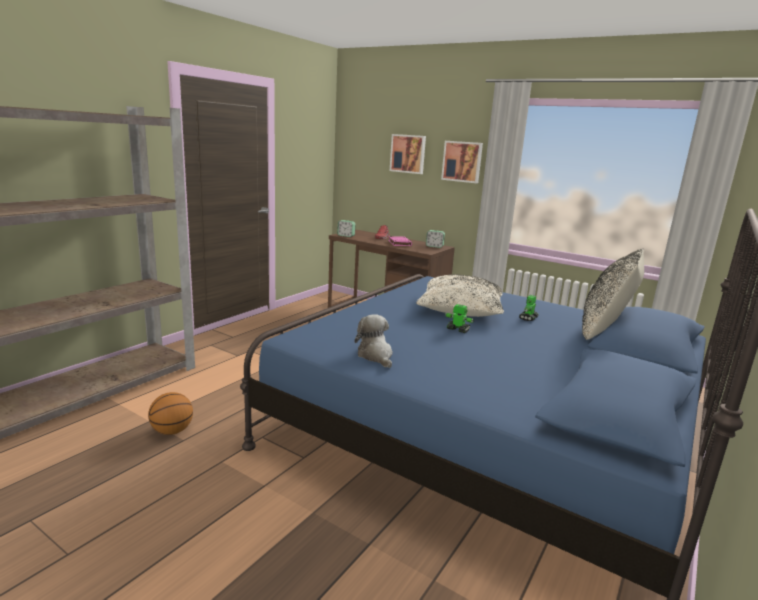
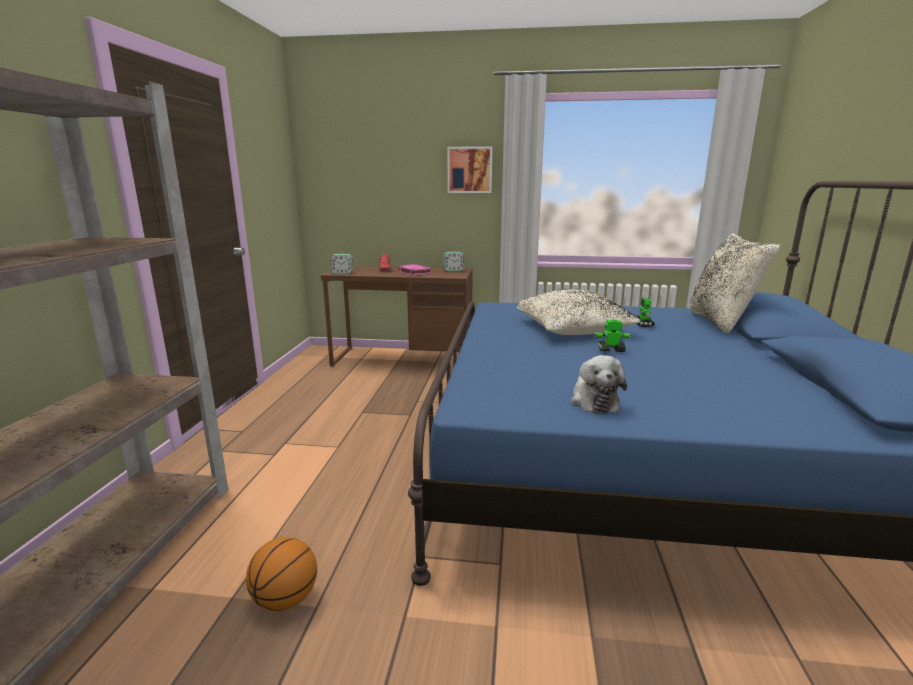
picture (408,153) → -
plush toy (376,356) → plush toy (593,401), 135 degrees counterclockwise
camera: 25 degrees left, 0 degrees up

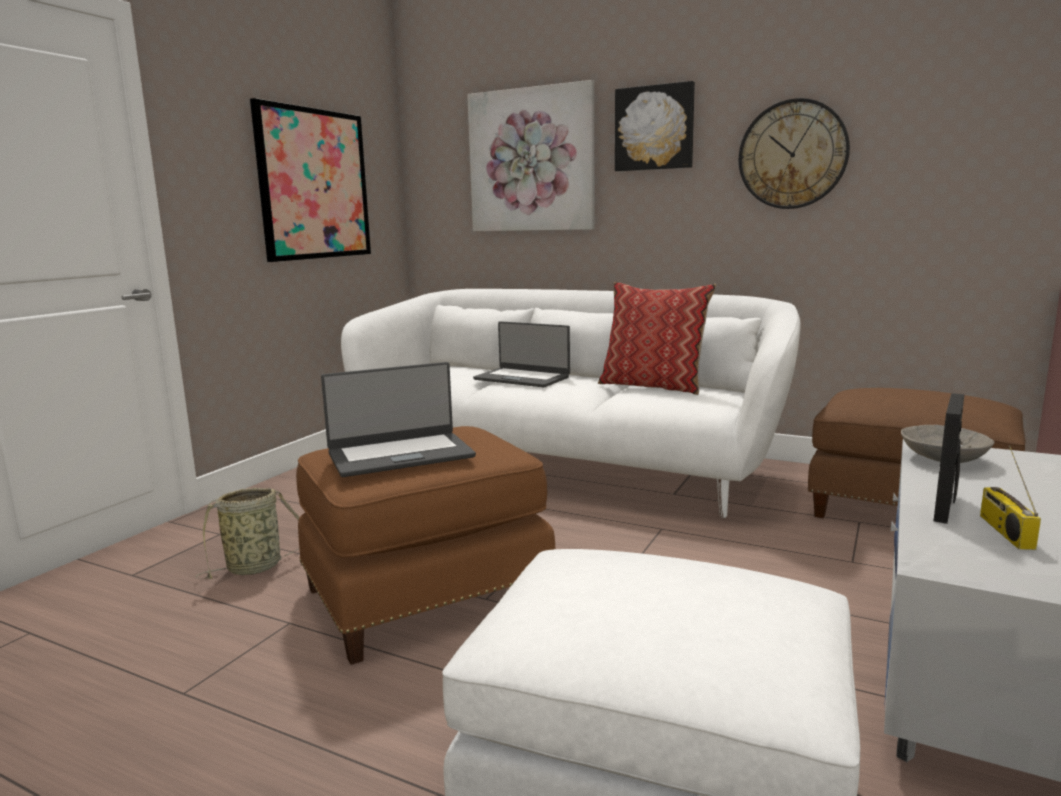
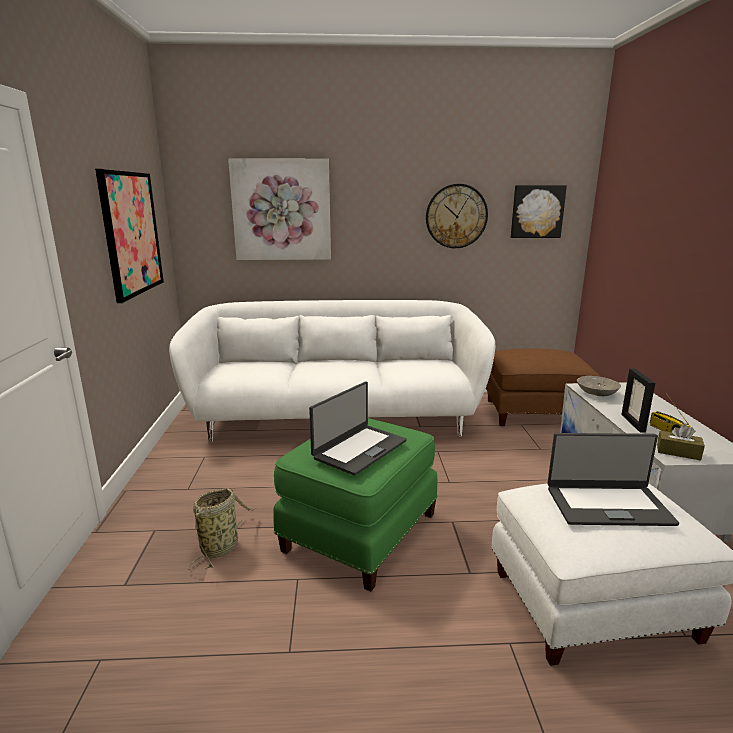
picture (654,128) → picture (537,211), moved
pillow (653,386) → -
laptop (522,378) → laptop (607,505), moved
brown ottoman (426,593) → green ottoman (358,531)
- → brown tissue box (678,452)
camera: 30 degrees left, 5 degrees up

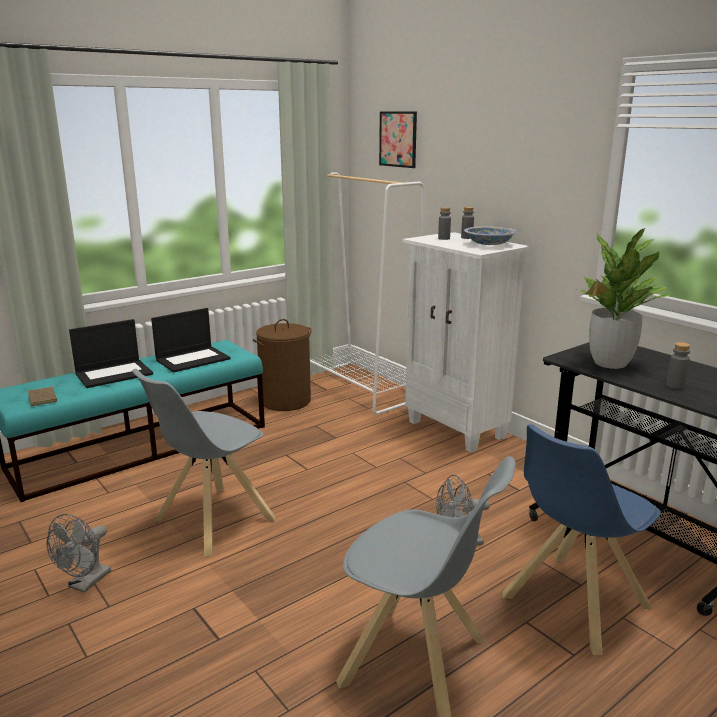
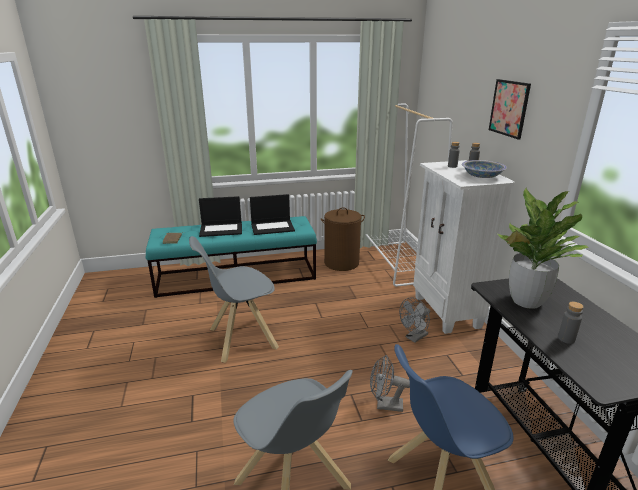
picture (398,139) → picture (509,108), moved
grey fan (85,583) → grey fan (414,338), moved
camera: 25 degrees right, 5 degrees up

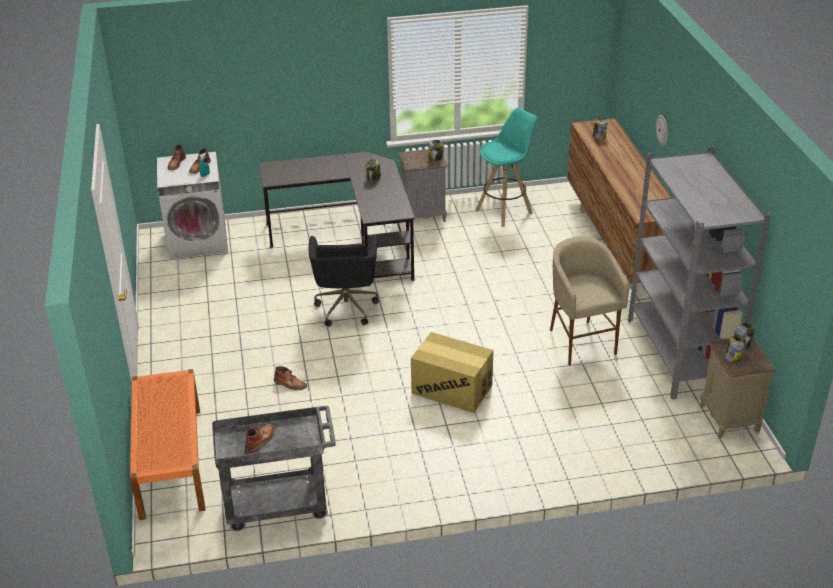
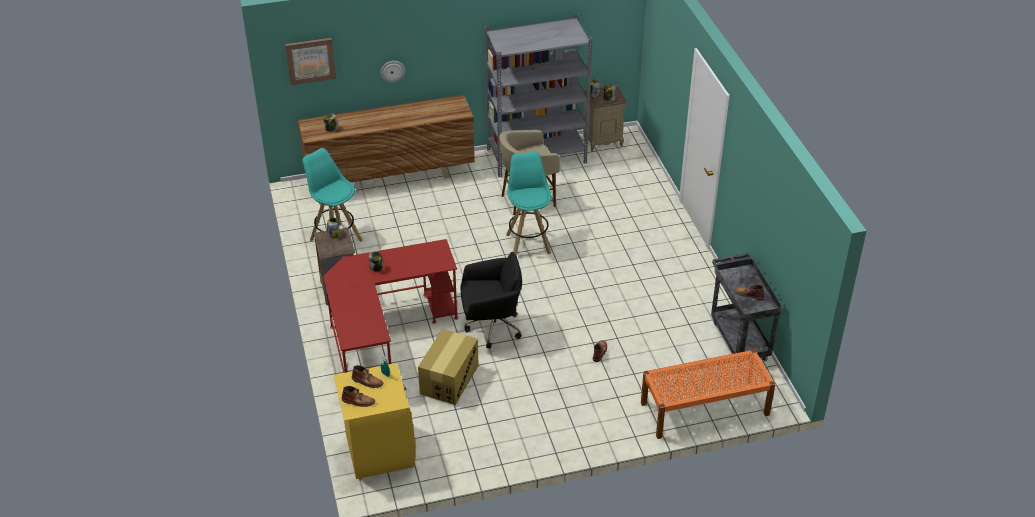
white washing machine (198,240) → yellow washing machine (378,449)
black desk (350,241) → red desk (383,335)
cardboard box (452,389) → cardboard box (449,379), moved
- → picture (310,60)
- → turquoise stool (528,243)
camera: 95 degrees left, 5 degrees up

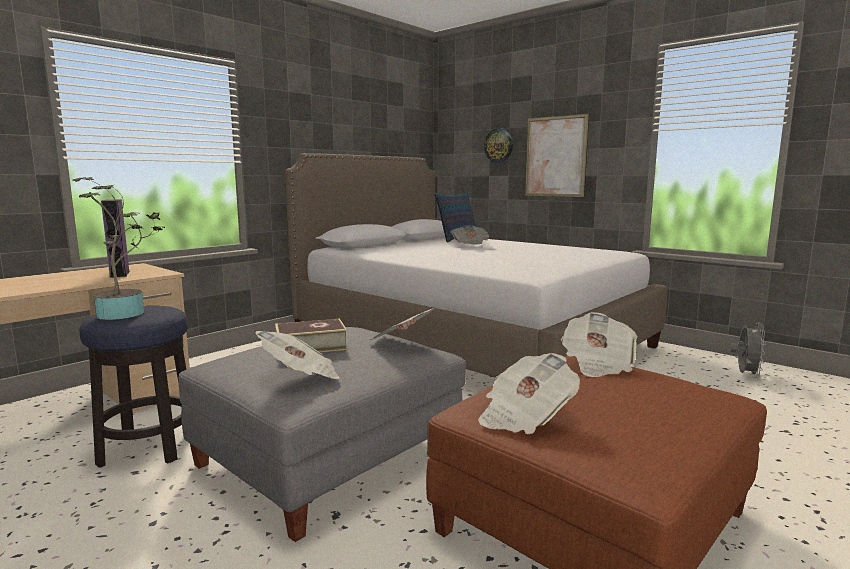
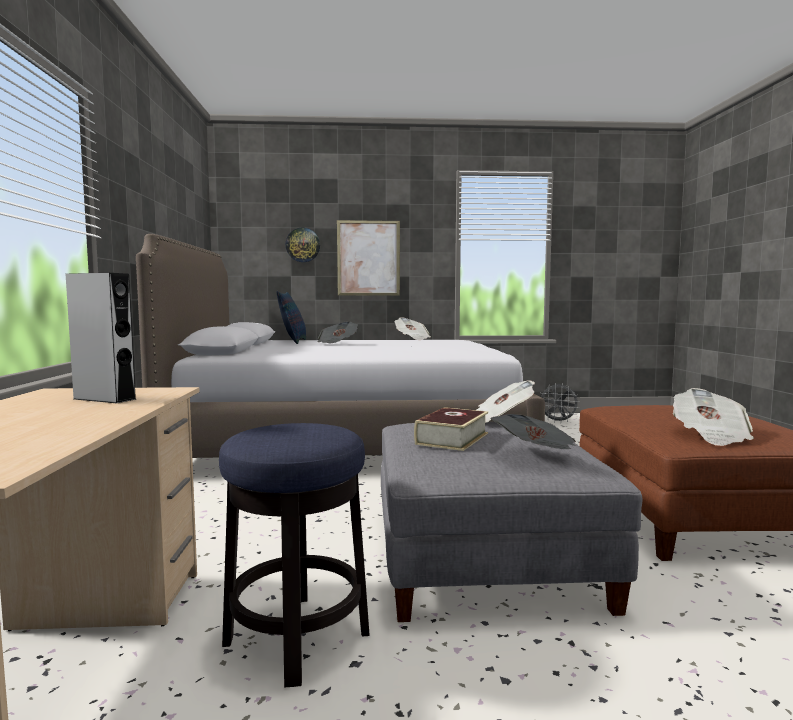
potted plant (126,313) → -
purple speaker (119,274) → grey speaker (104,399)
newspaper (597,364) → newspaper (412,339), moved
grey fan (745,375) → grey fan (558,422), 135 degrees clockwise
camera: 45 degrees left, 5 degrees down

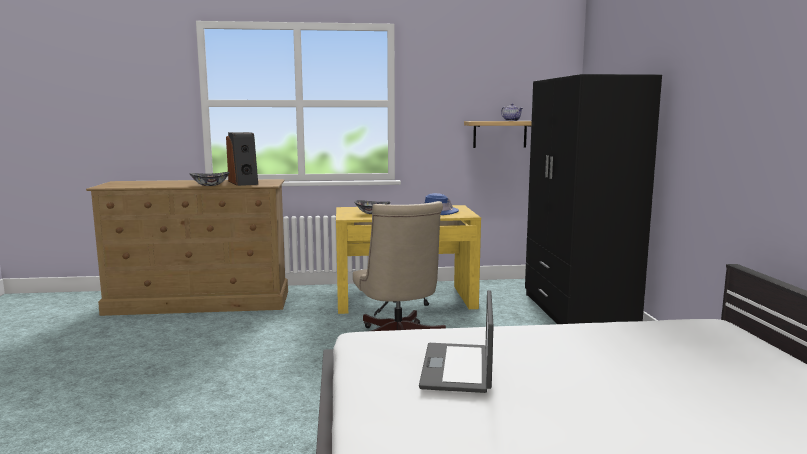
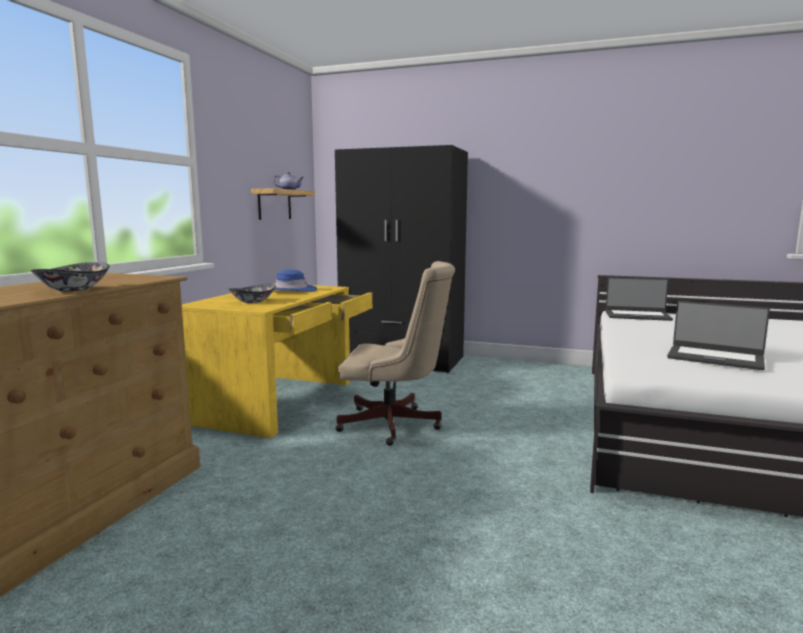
speaker (244,183) → -
- → laptop (637,315)
camera: 65 degrees left, 0 degrees up

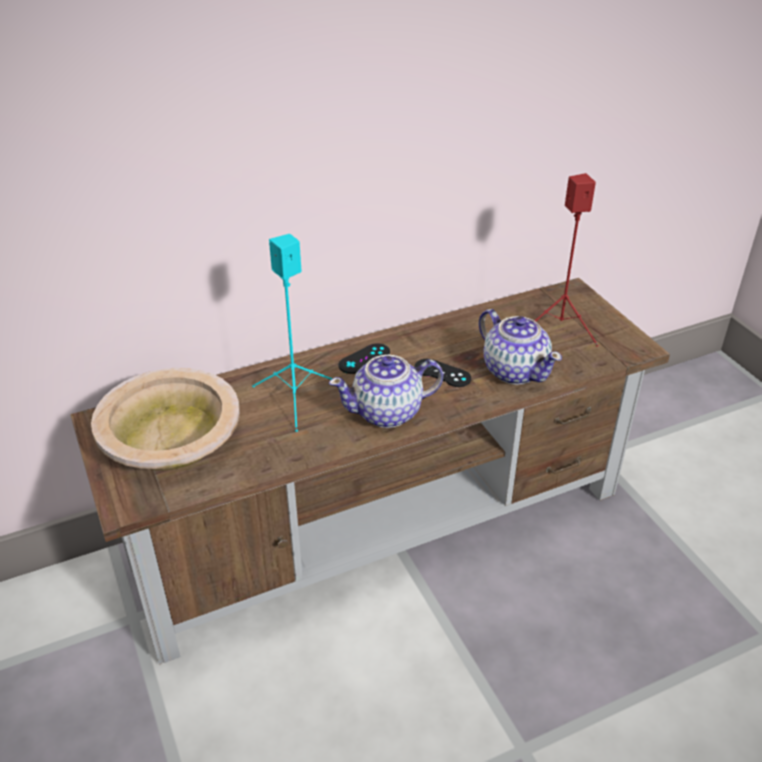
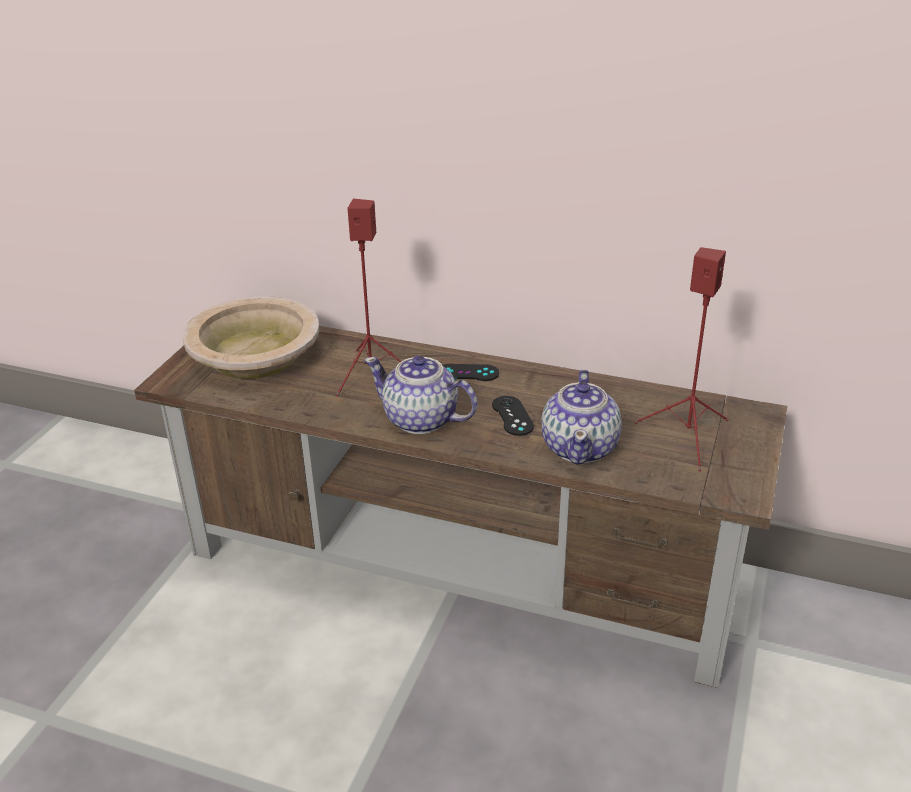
turquoise speaker (295,399) → red speaker (371,374)
camera: 45 degrees right, 5 degrees down

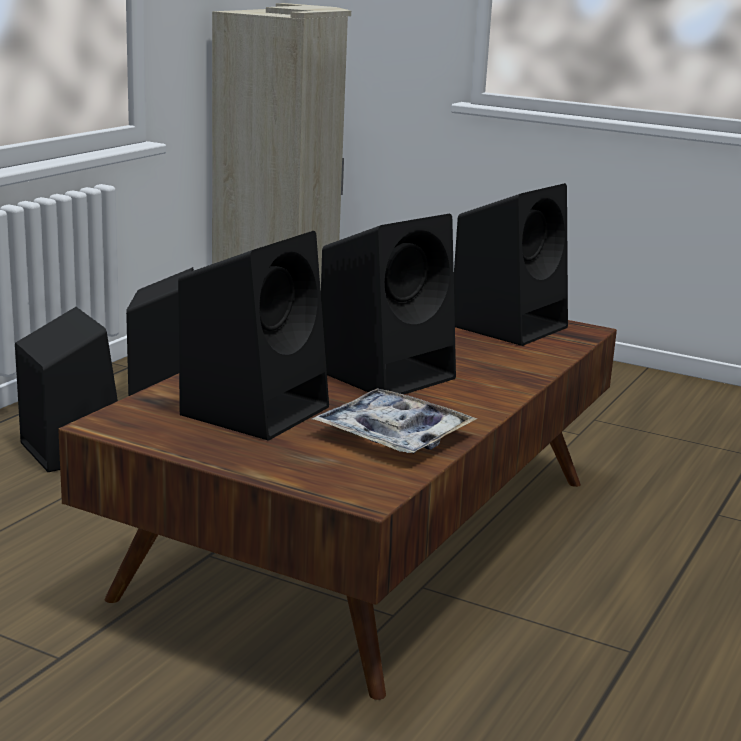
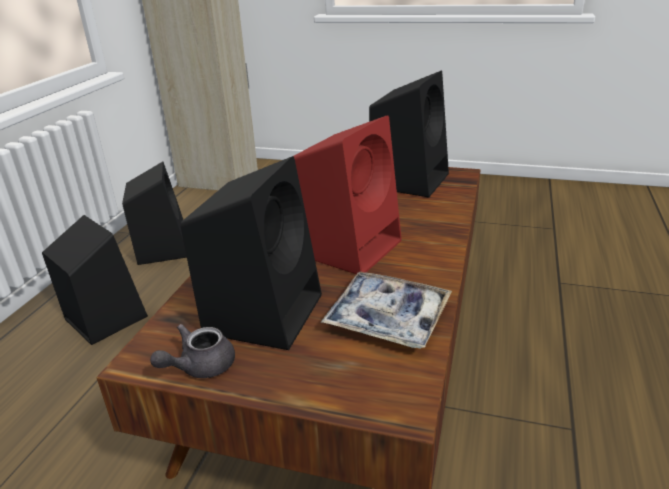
black speaker (388,374) → red speaker (350,246)
- → grey teapot (199,367)
camera: 10 degrees left, 10 degrees up

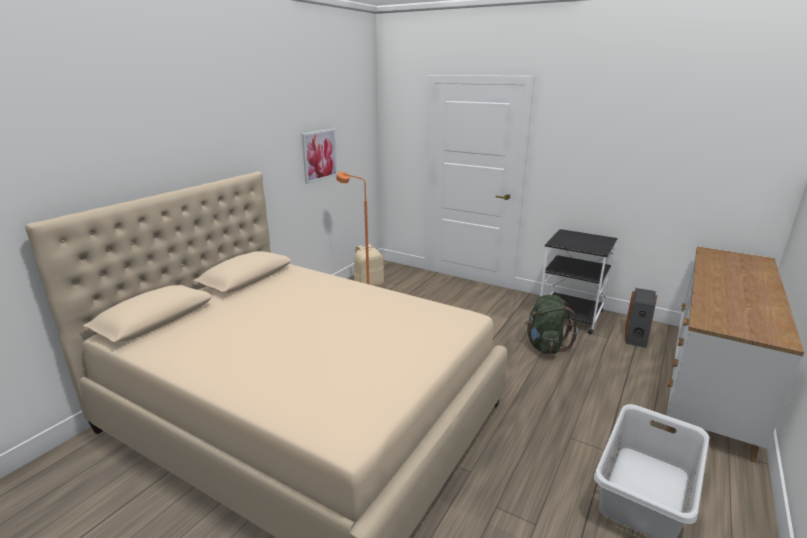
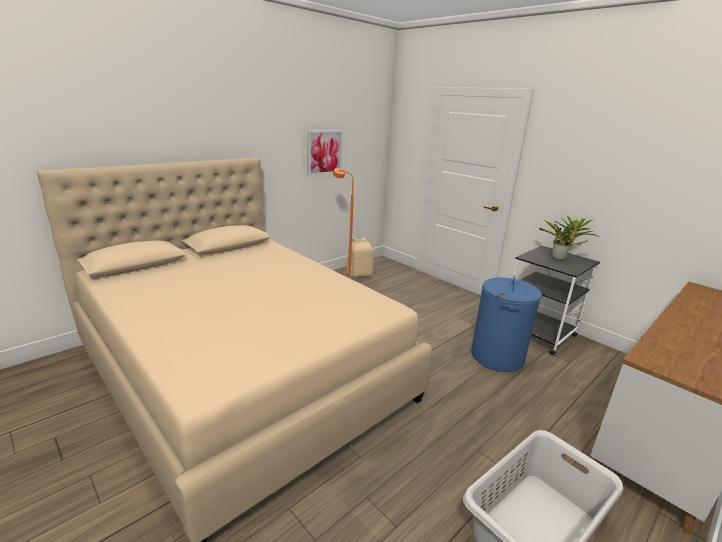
speaker (636,337) → -
green backpack (545,346) → blue laundry basket (497,357)
- → potted plant (560,259)
camera: 15 degrees right, 0 degrees up

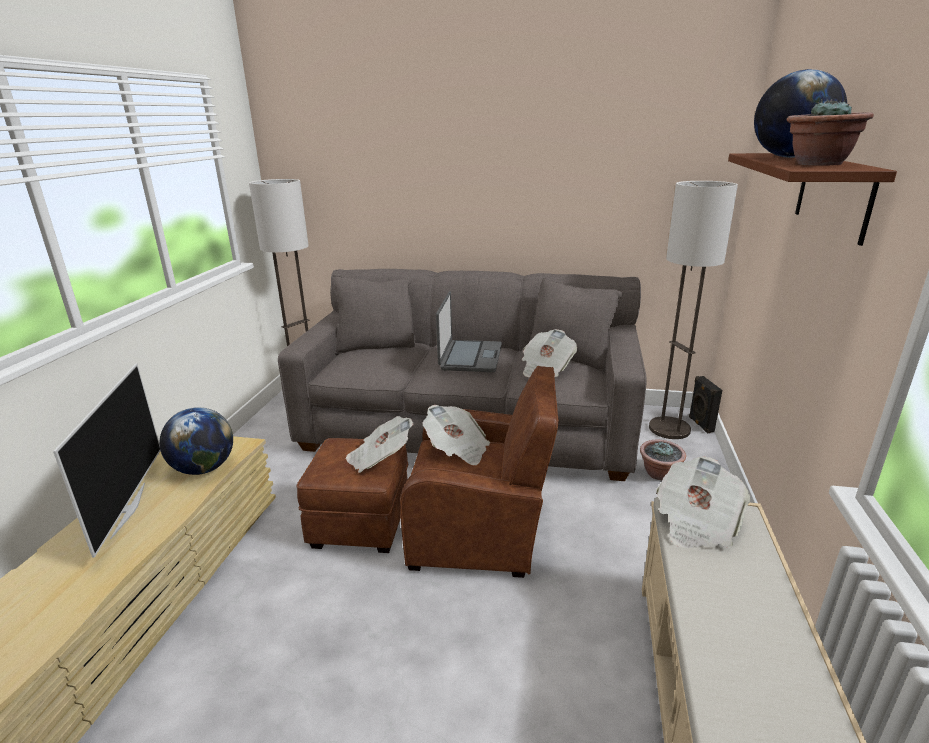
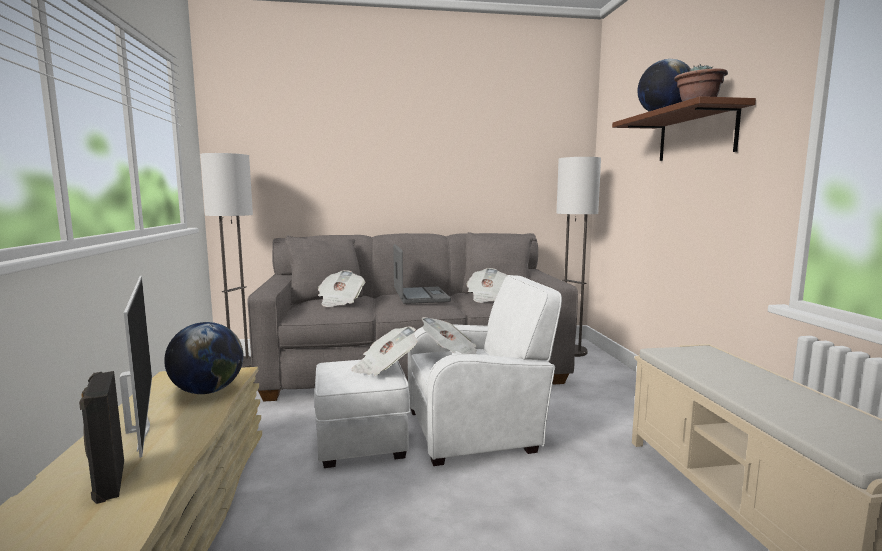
brown armchair (441,528) → white armchair (440,433)
black speaker (700,424) → black speaker (107,482), moved
potted plant (659,474) → -
newspaper (696,523) → newspaper (340,301), moved
camera: 20 degrees left, 15 degrees down

